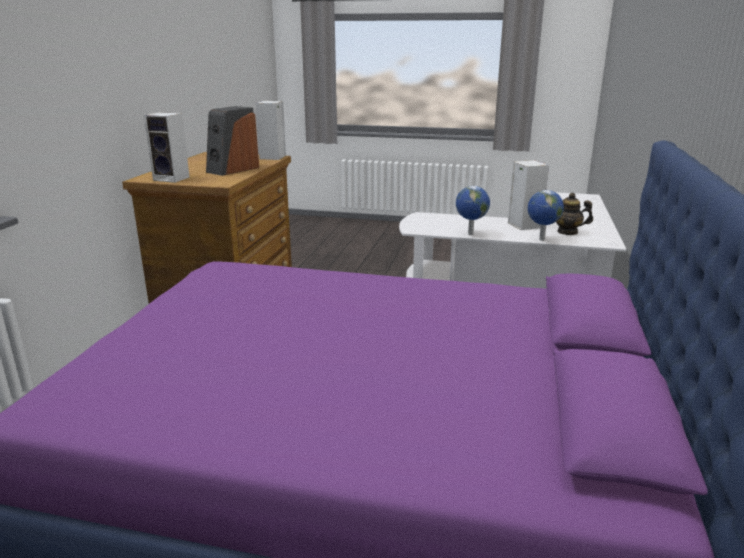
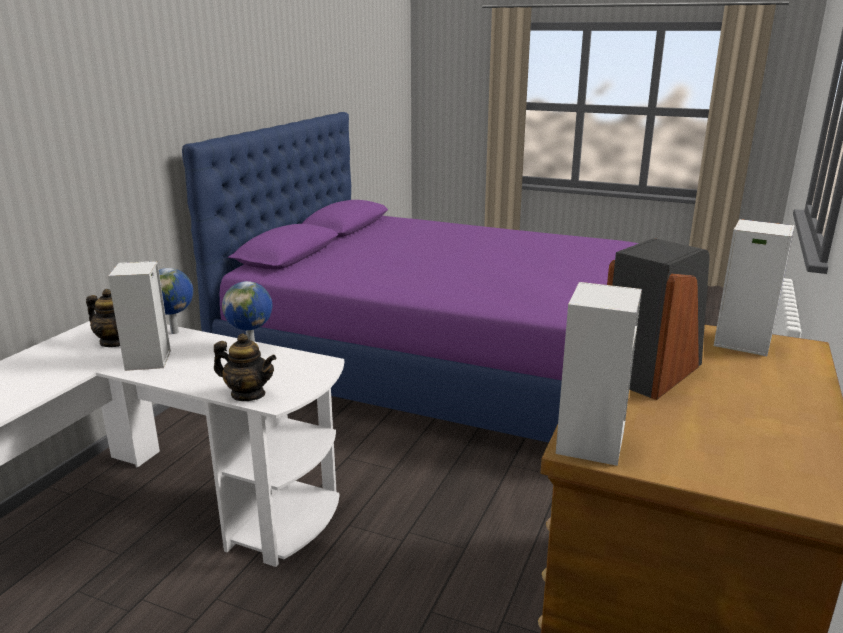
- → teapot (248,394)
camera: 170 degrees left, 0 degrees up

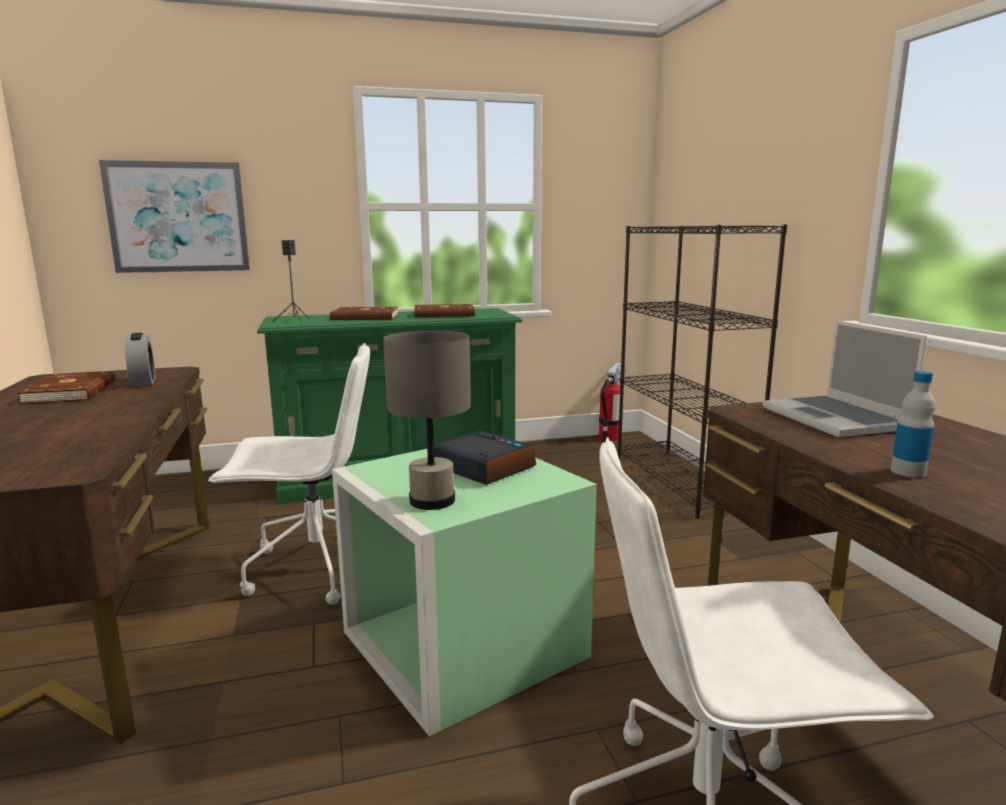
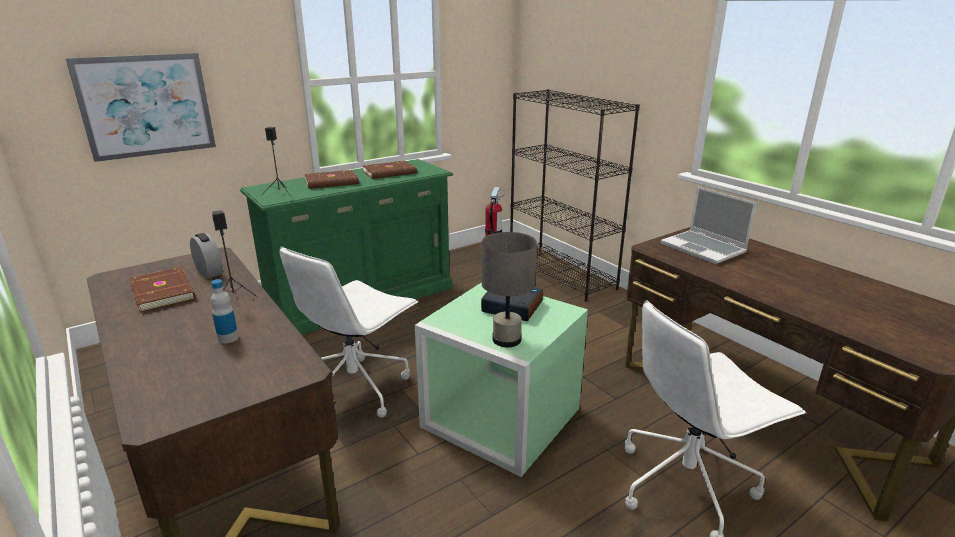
white office chair (311,569) → white office chair (358,387), 150 degrees clockwise
bottle (908,472) → bottle (228,338), moved
- → black speaker (235,297)
camera: 20 degrees left, 10 degrees up

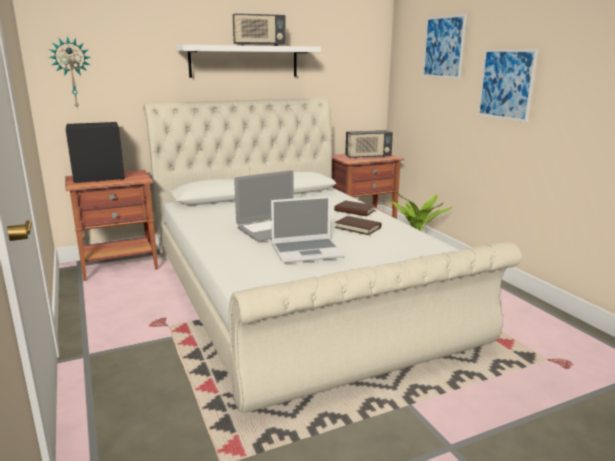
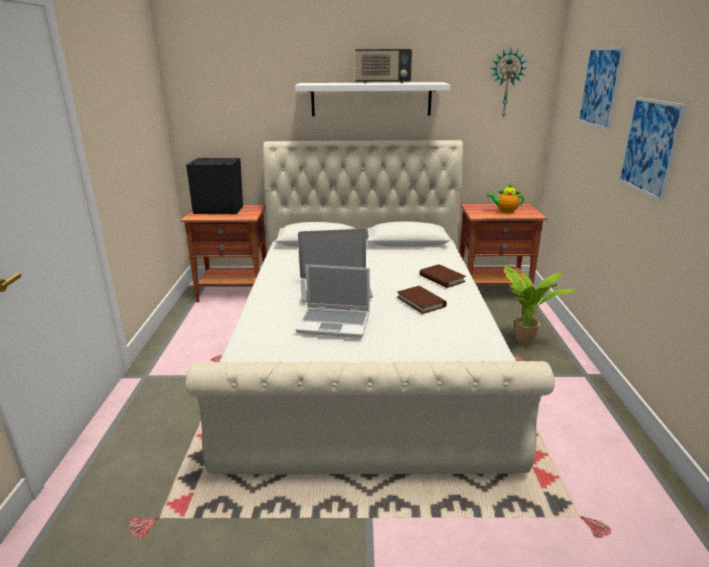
wall clock (72,73) → wall clock (506,83), moved
radio (368,157) → teapot (505,211)
camera: 25 degrees right, 5 degrees up

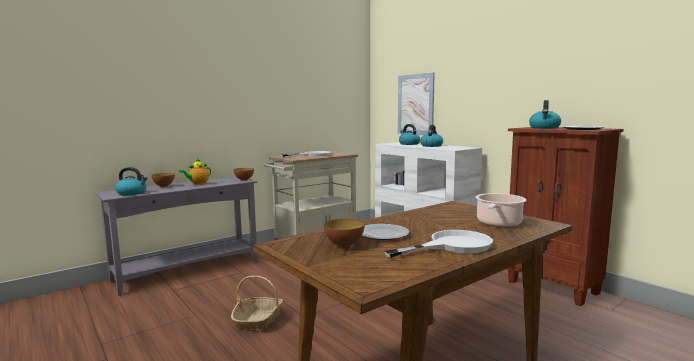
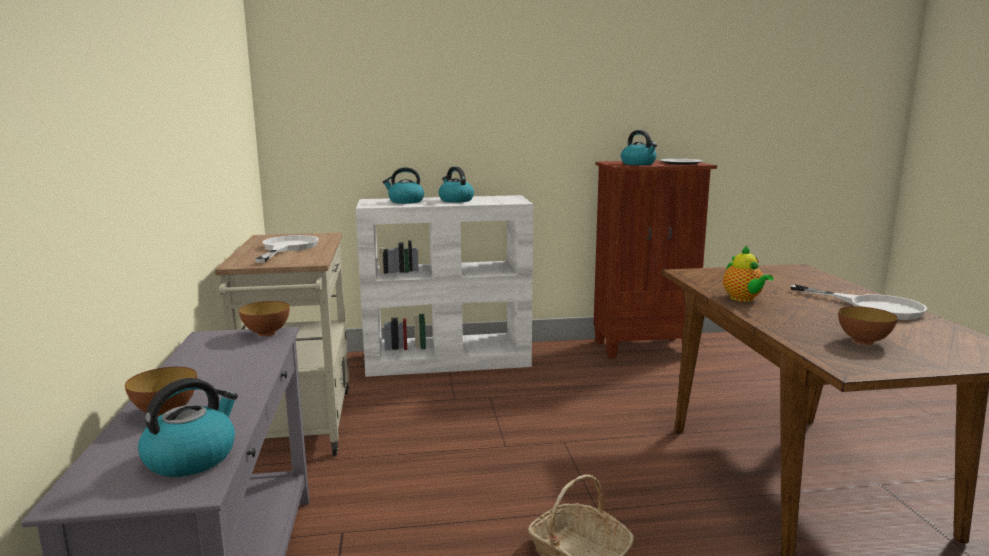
picture (415,104) → -
teapot (198,184) → teapot (743,299), moved
cooking pot (498,223) → -
plate (383,234) → -
white frying pan (451,246) → white frying pan (872,307), 135 degrees clockwise
camera: 60 degrees left, 5 degrees up

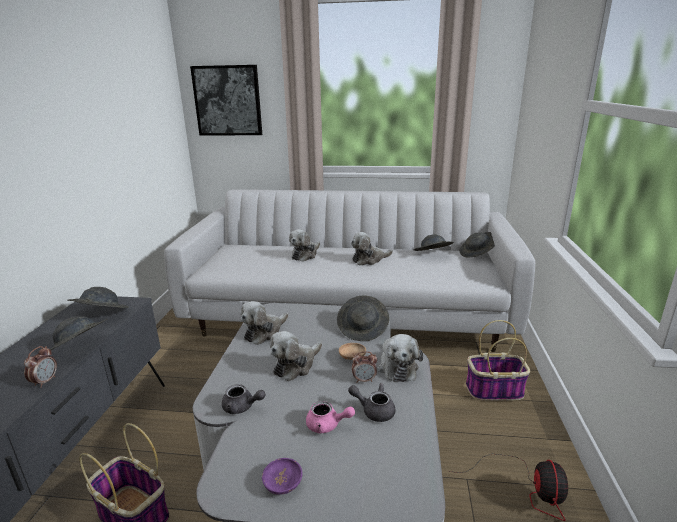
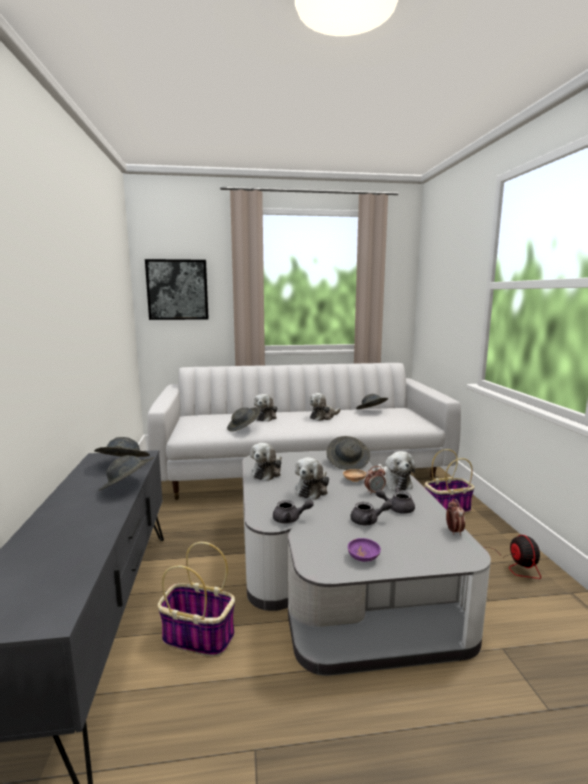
grey hat (477,254) → grey hat (244,428), moved
alarm clock (45,381) → alarm clock (454,531), moved
pink teapot (327,425) → grey teapot (368,521)
camera: 15 degrees left, 10 degrees down

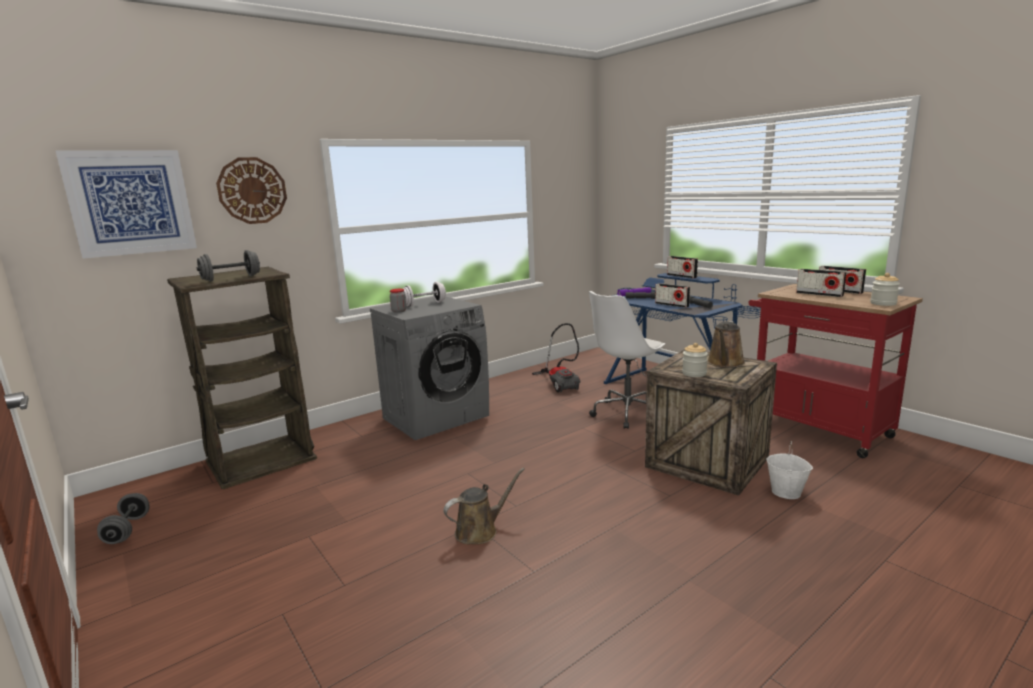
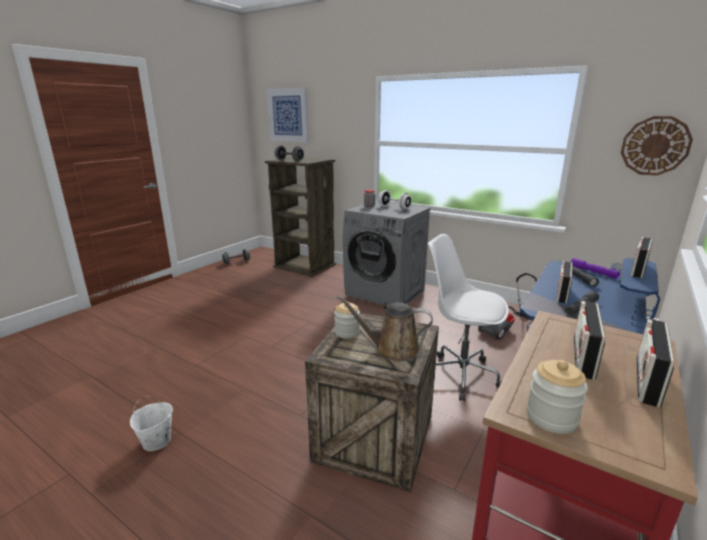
wall clock (252,190) → wall clock (655,146), moved
white bucket (786,492) → white bucket (156,441), moved
brown watering can (480,531) → -
camera: 70 degrees right, 5 degrees up

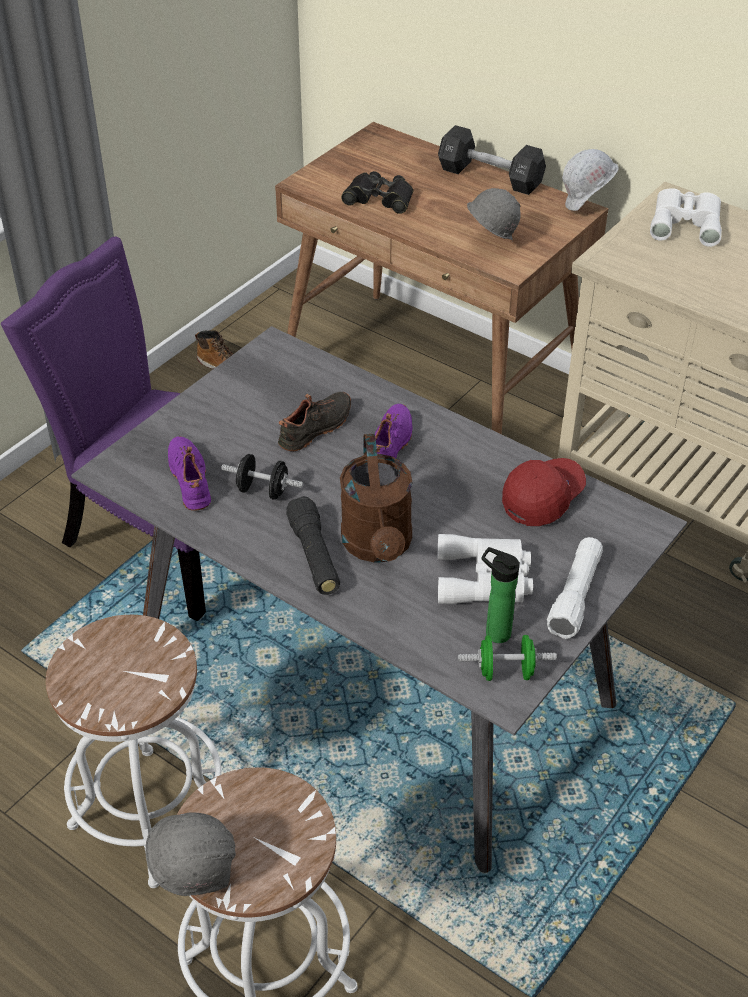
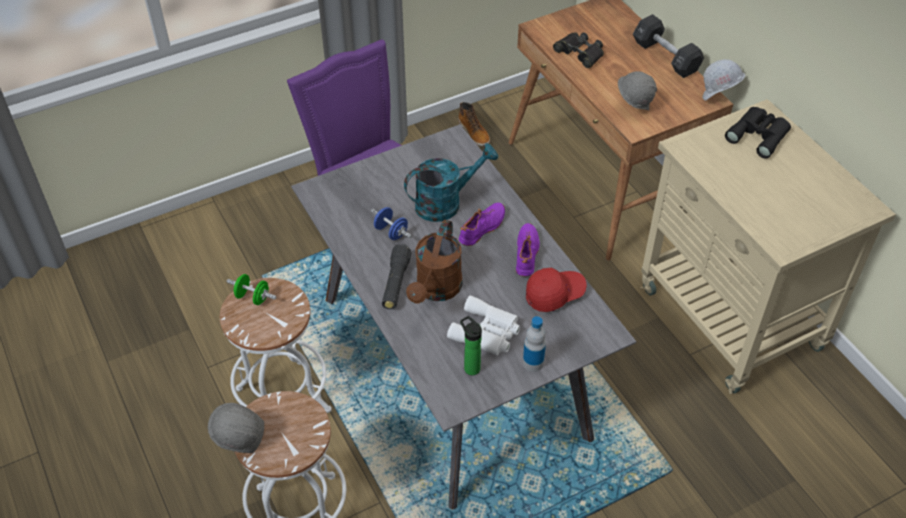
white binoculars (686,222) → black binoculars (759,135)
black shoe (317,429) → turquoise watering can (446,202)
purple shoe (192,479) → purple shoe (527,254), moved
black dumbbell (263,491) → blue dumbbell (391,232)
white flashlight (575,596) → bottle (533,363)
green dumbbell (505,672) → green dumbbell (252,297), moved
camera: 25 degrees right, 5 degrees up

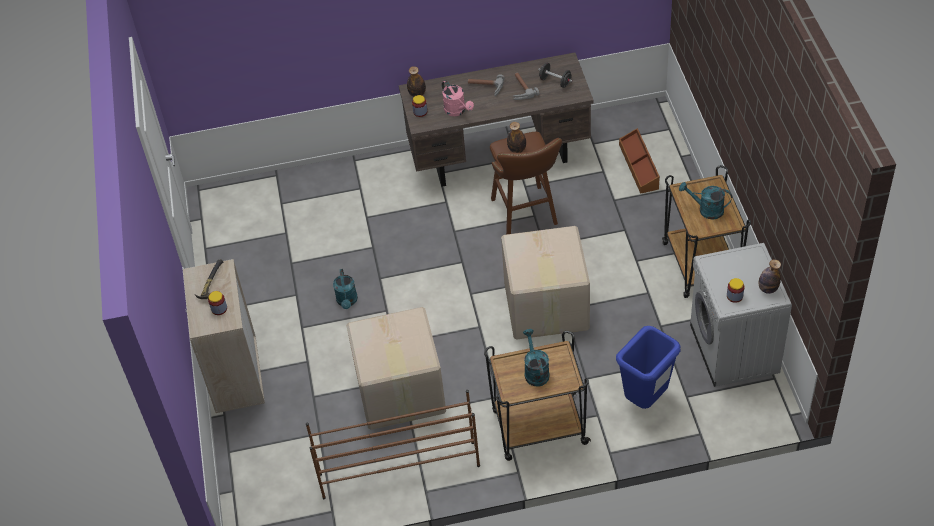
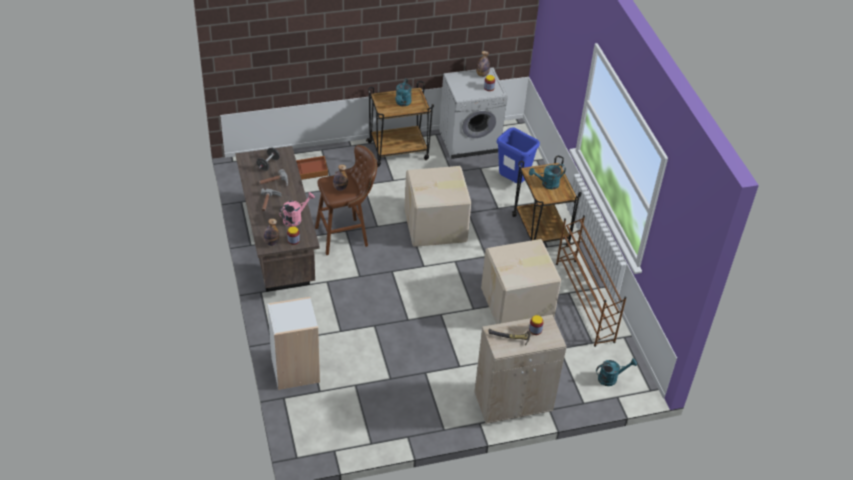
turquoise watering can (347,301) → turquoise watering can (611,378), moved
- → bookcase (295,370)
camera: 100 degrees left, 5 degrees down

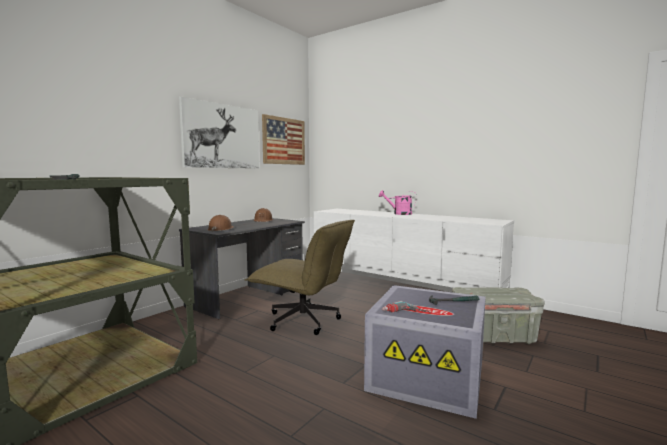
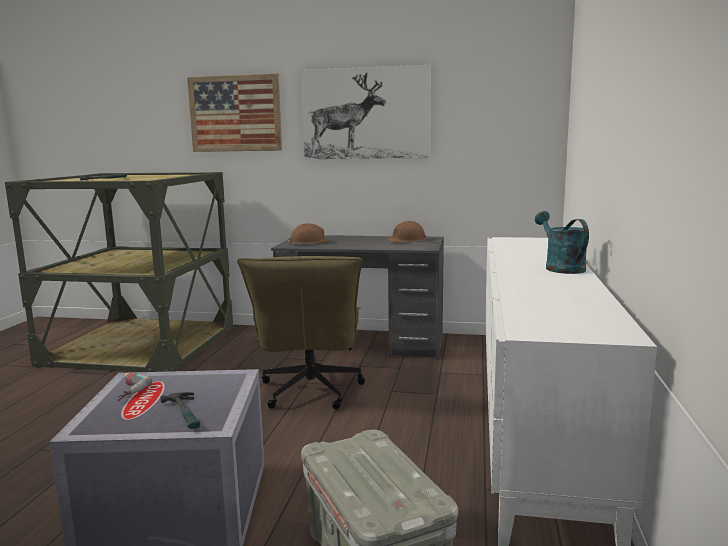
picture (284,141) → picture (235,113), moved
pink watering can (399,214) → turquoise watering can (560,267)
camera: 65 degrees right, 5 degrees up

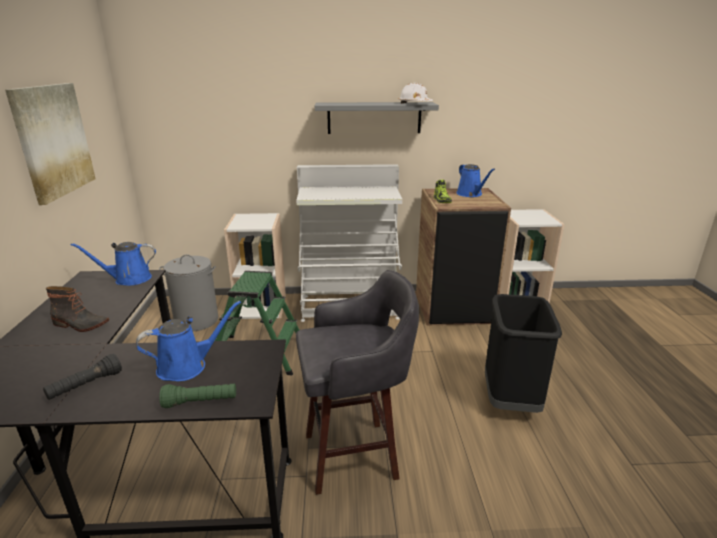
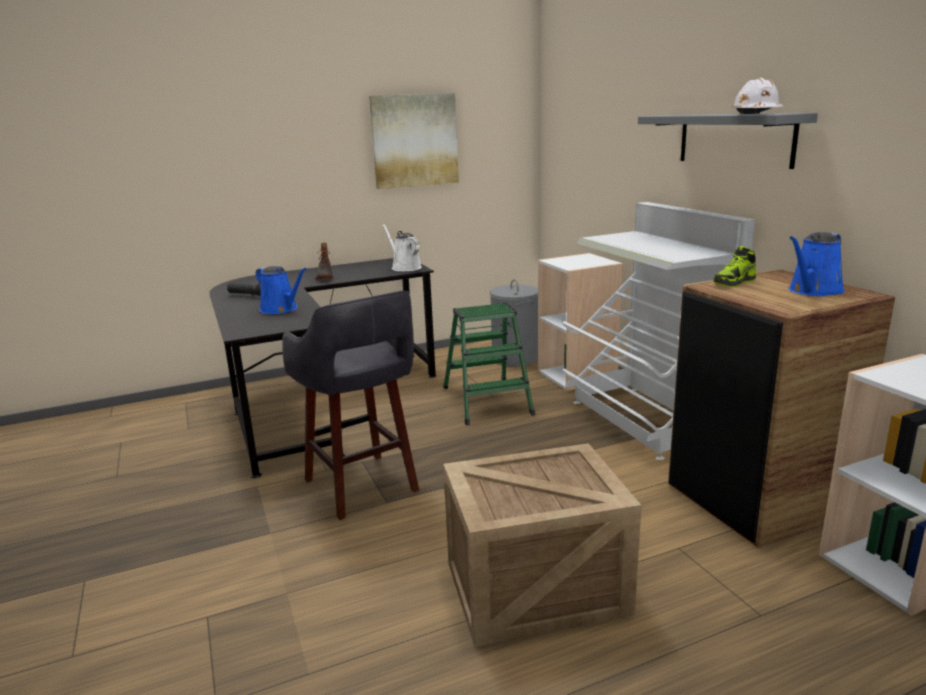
blue watering can (129,279) → white watering can (404,267)
black trash can (509,399) → crate (538,586)
green flashlight (200,402) → -
camera: 70 degrees right, 5 degrees down

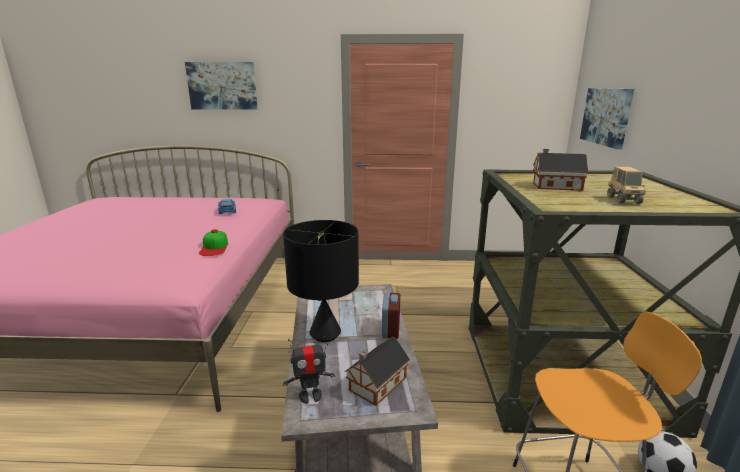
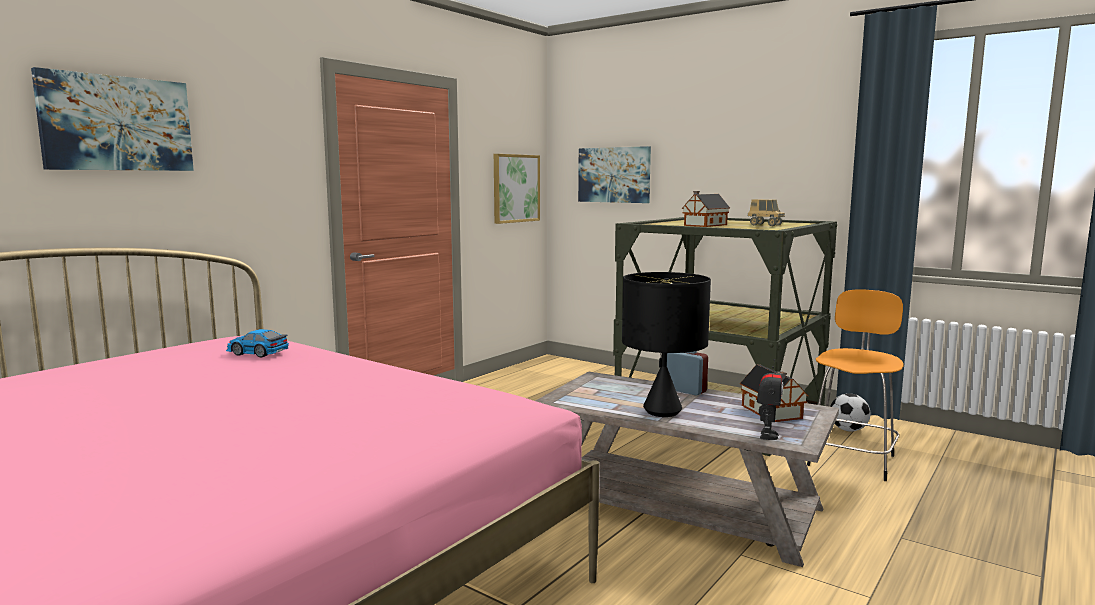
cap (214,247) → -
- → picture (515,188)
camera: 55 degrees left, 10 degrees down

